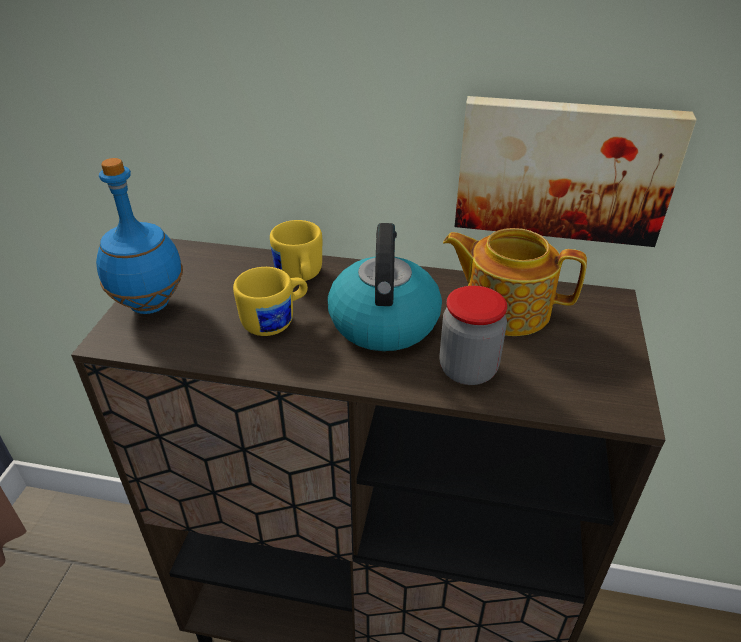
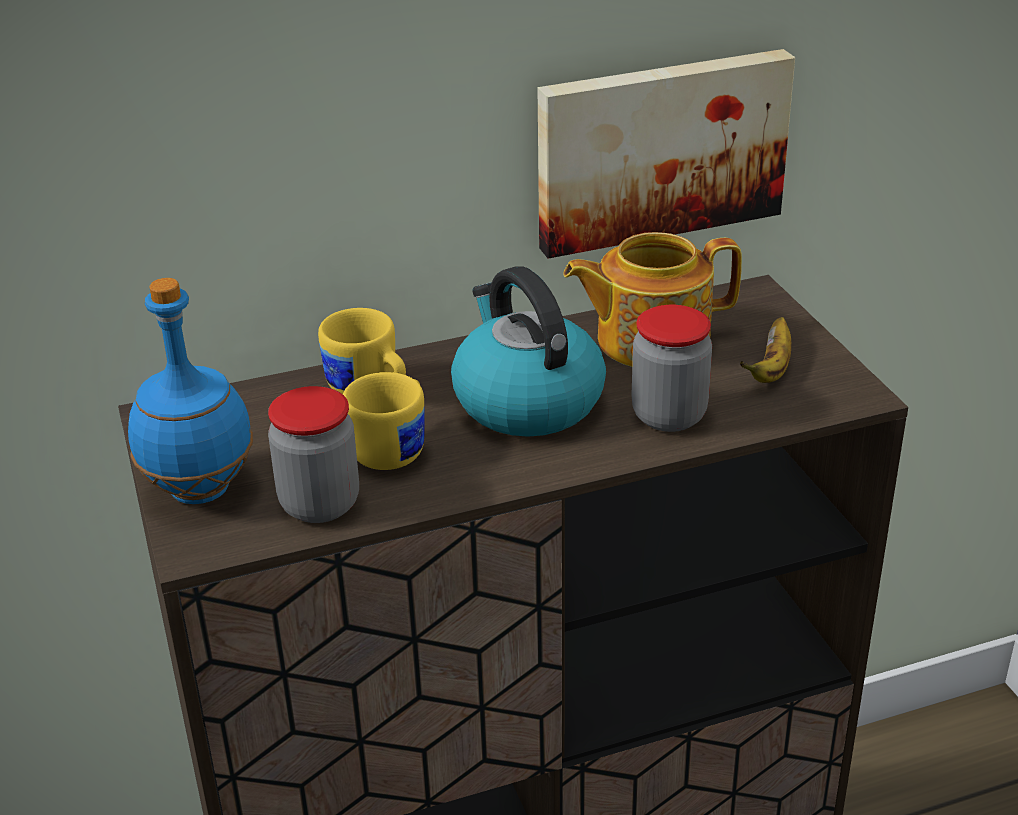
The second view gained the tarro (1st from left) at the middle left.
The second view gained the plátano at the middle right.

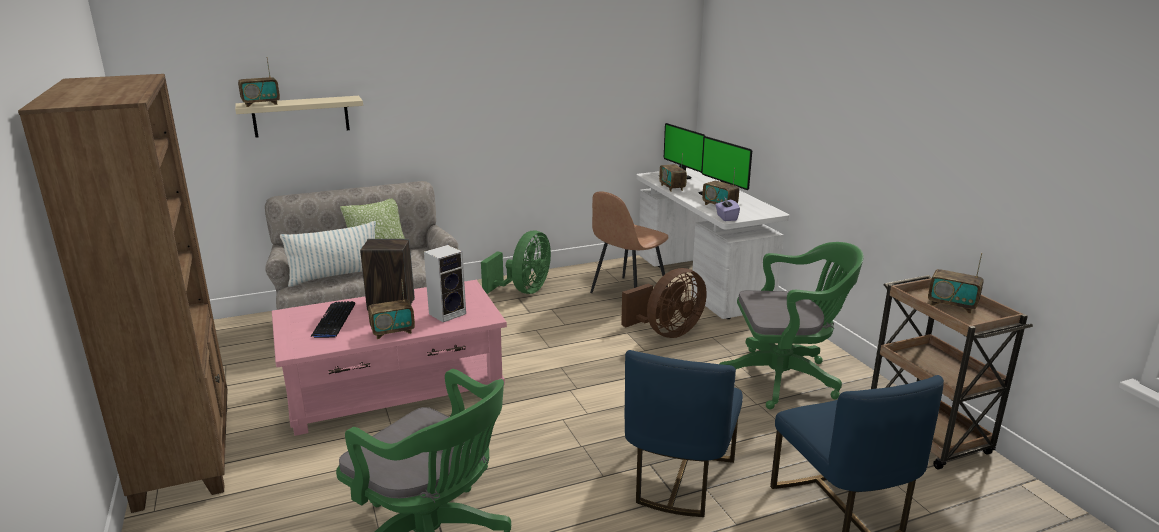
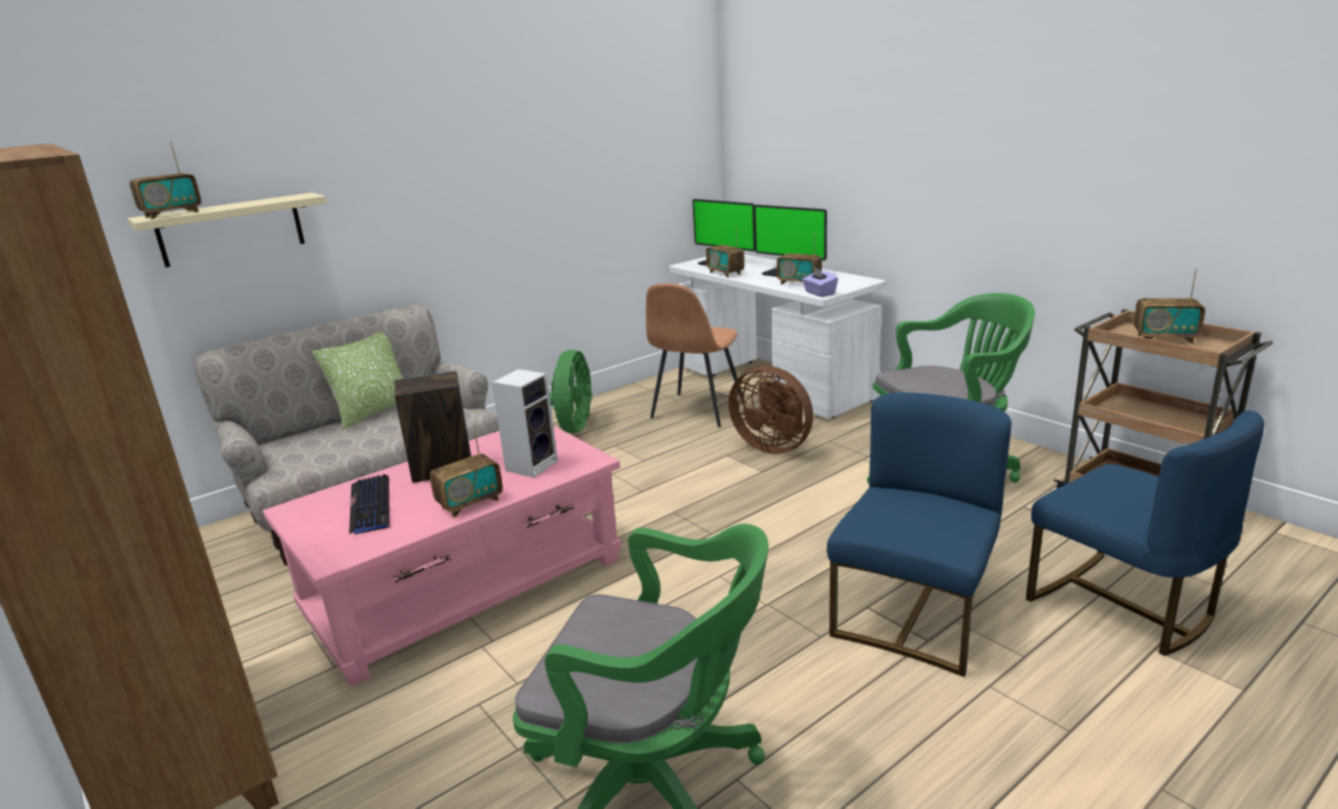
The ventilador (marrón) at the centre ended up facing another way, 90 degrees clockwise from before.
The silla (azul) (1st from left) at the bottom centre ended up facing another way, 150 degrees counterclockwise from before.
The second view lost the cojín (1st from left) at the middle left.

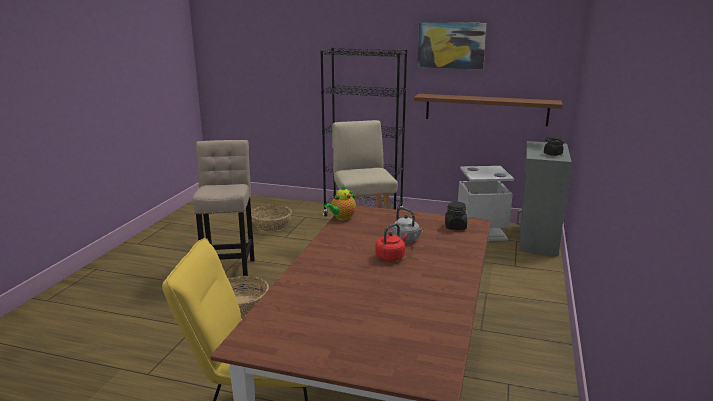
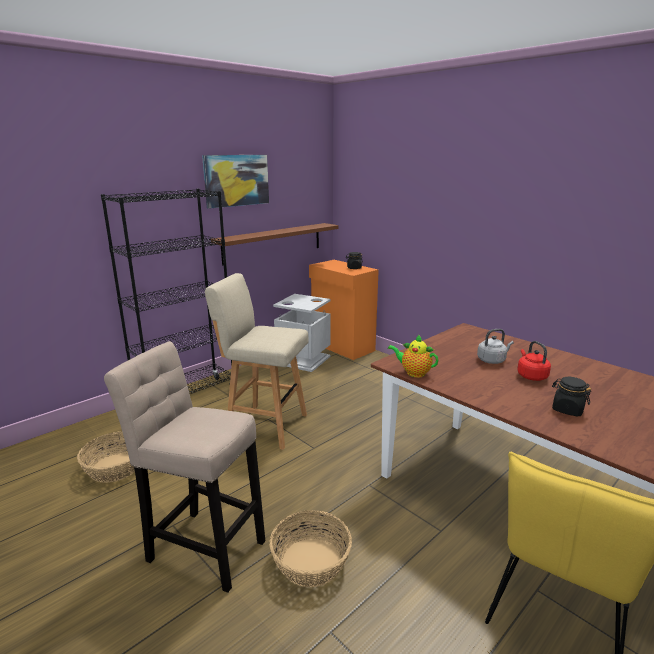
What was the armario (gris) at the middle right turned into the armario (naranja) at the centre.
The tetera at the centre ended up facing another way, 135 degrees clockwise from before.
The tarro (negro) (1st from left in the first image) ended up elsewhere, having gone from the centre to the middle right.

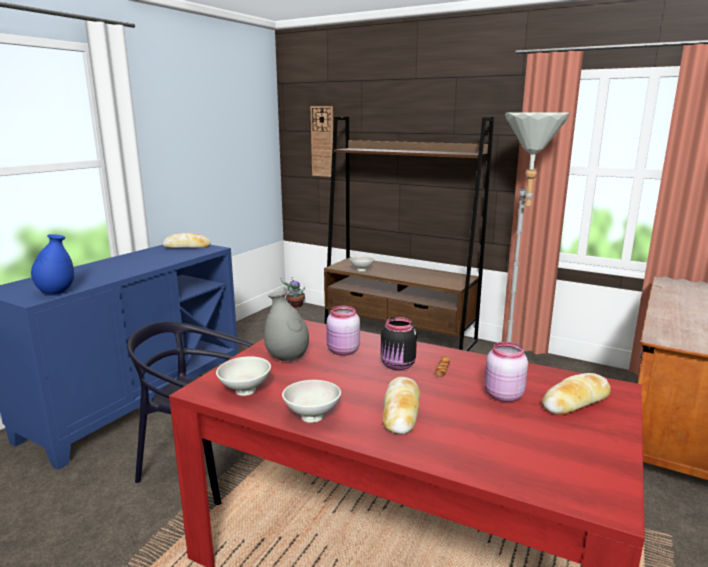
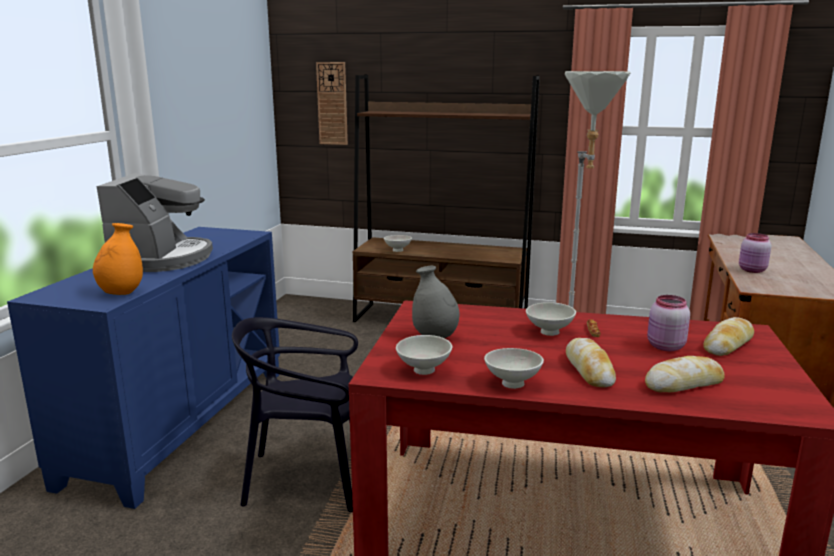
What was the florero (azul) at the middle left turned into the florero (naranja) at the middle left.
The second view gained the cafetera at the middle left.
Where the tarro (negro) stood at the centre, the cuenco (blanco) (4th from left) came to stand at the centre.
The pan (1st from left in the first image) ended up elsewhere, having gone from the middle left to the bottom right.
The tarro (rosa) (1st from left in the first image) ended up elsewhere, having gone from the centre to the middle right.
The second view lost the planta en maceta at the centre.

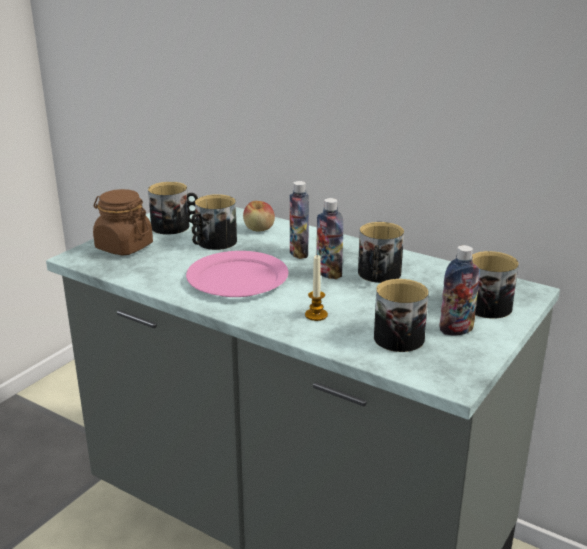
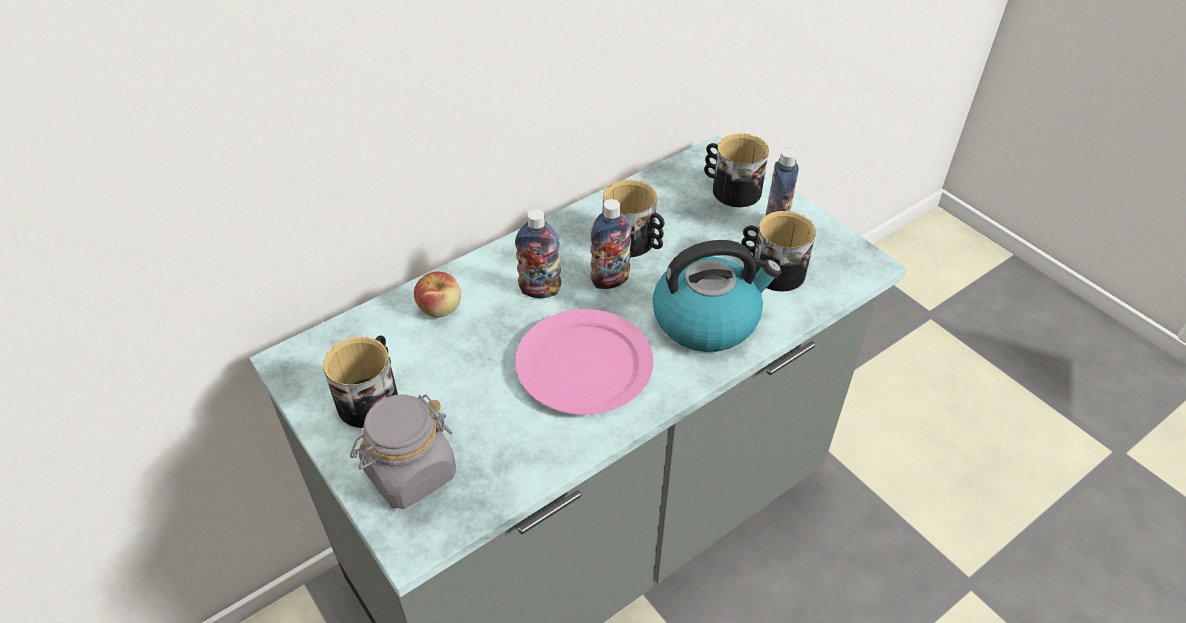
What was the tarro (marrón) at the middle left turned into the tarro (gris) at the bottom centre.
Where the vela stood at the centre, the hervidor came to stand at the centre.
The second view lost the taza grande (2nd from left) at the centre.

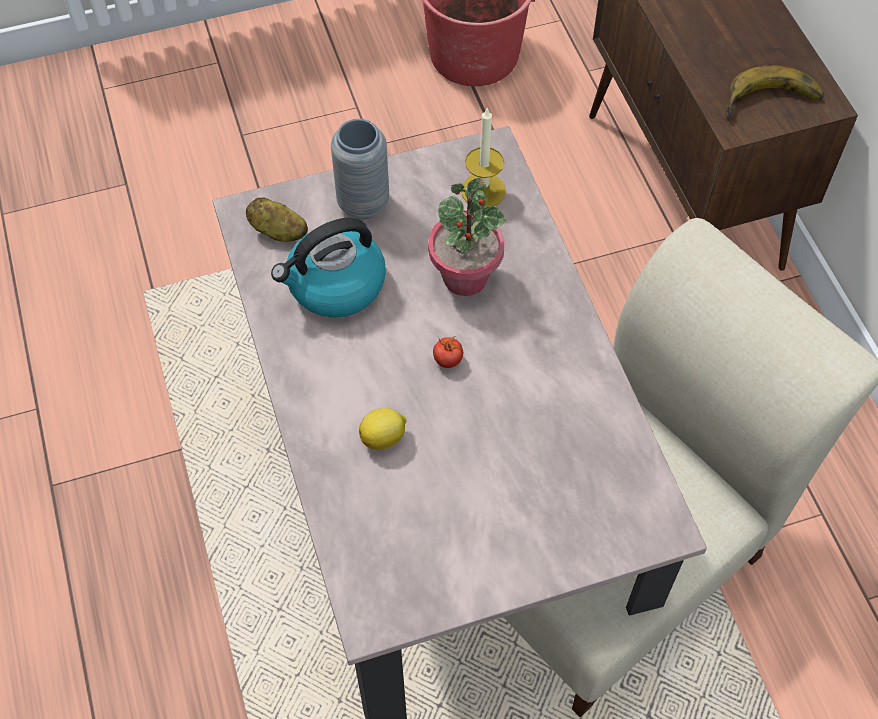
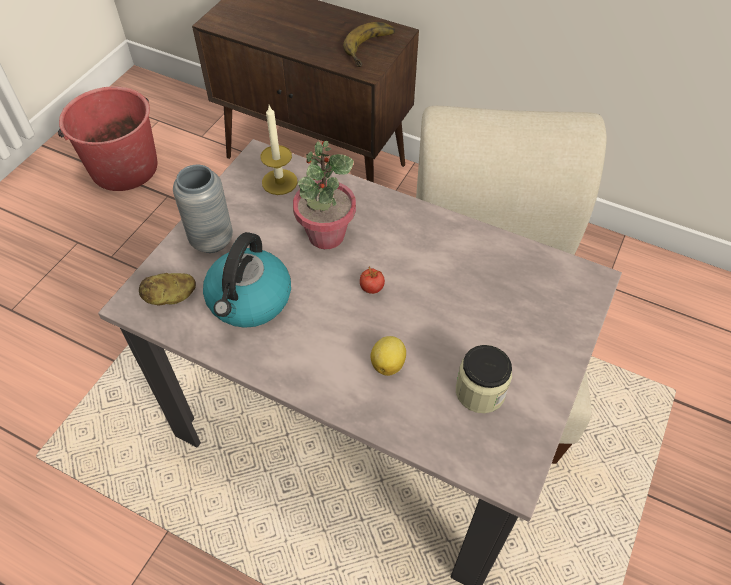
The second view gained the tarro at the centre.

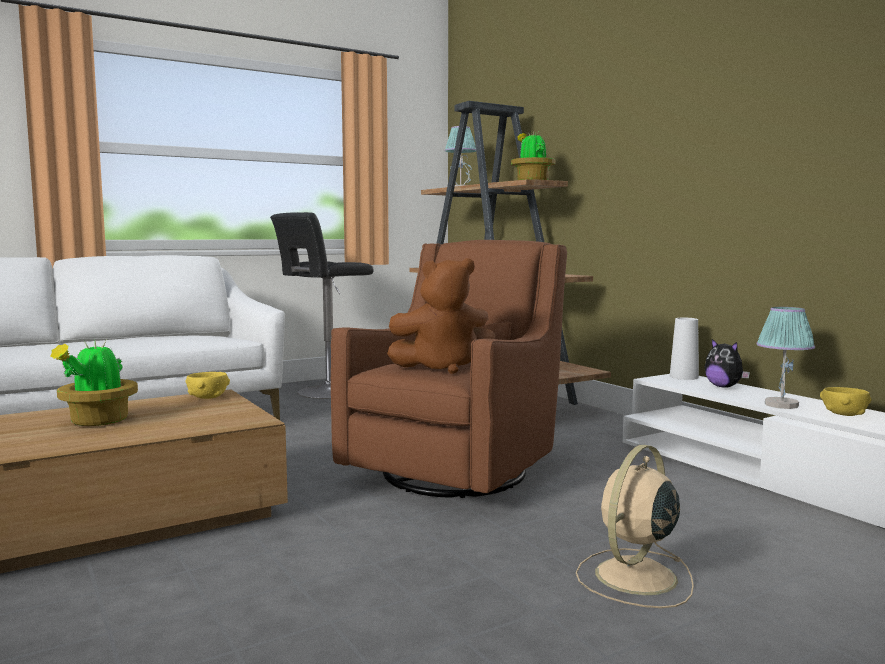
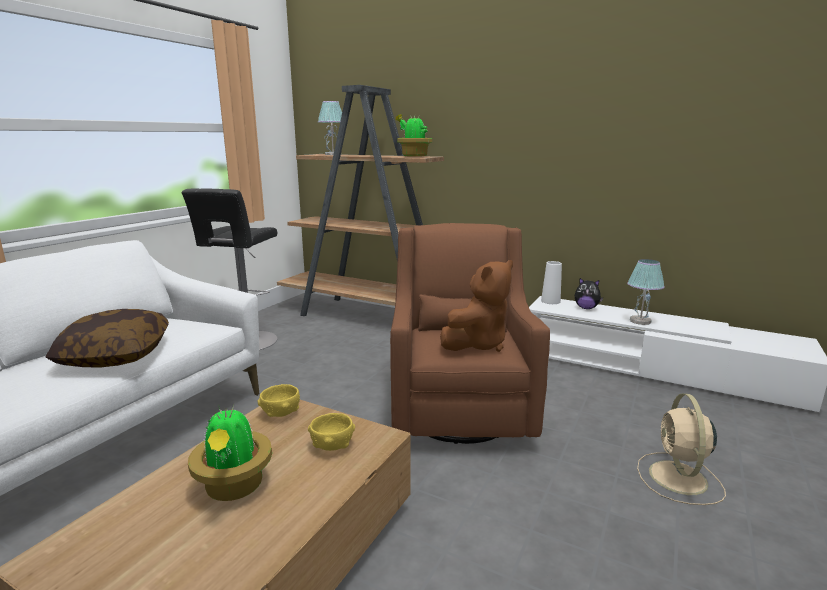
The second view gained the cojín at the middle left.
The cuenco (amarillo) (2nd from left) ended up elsewhere, having gone from the middle right to the bottom centre.

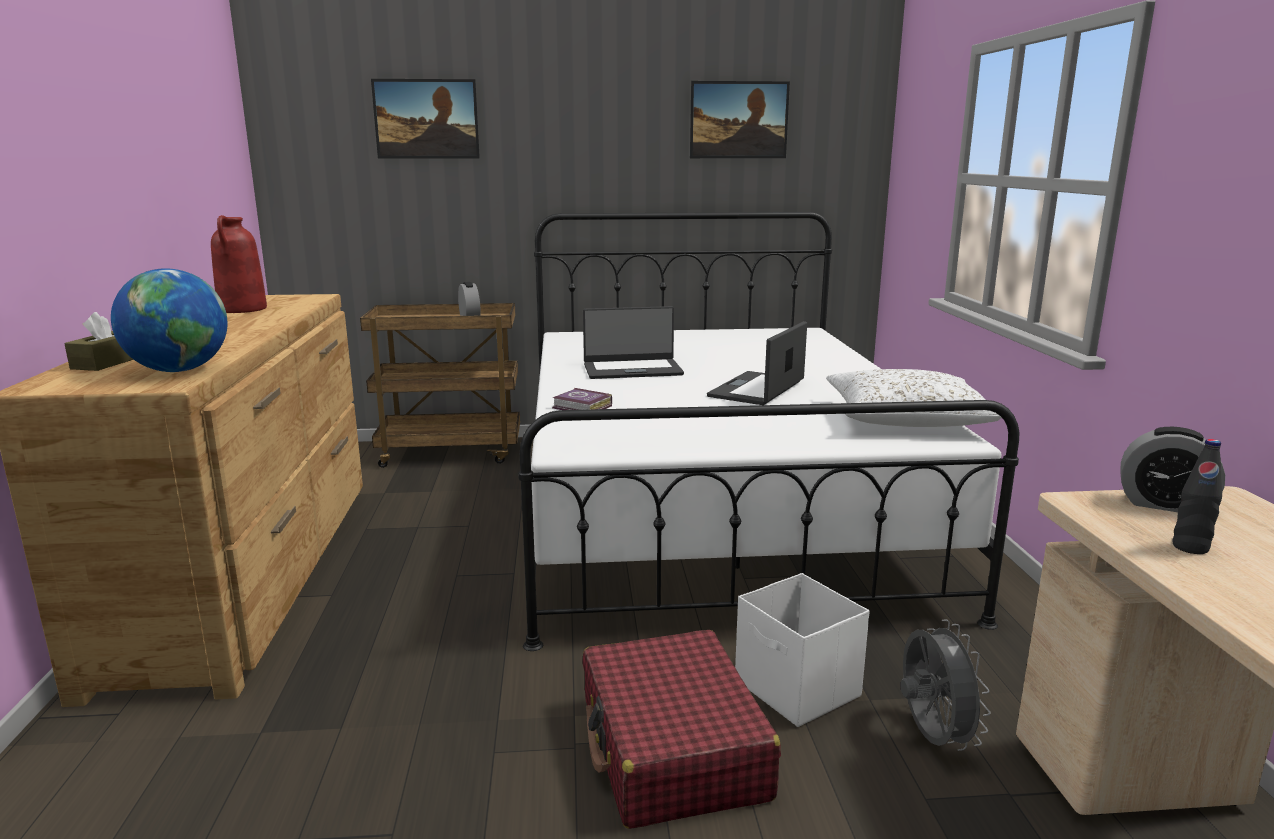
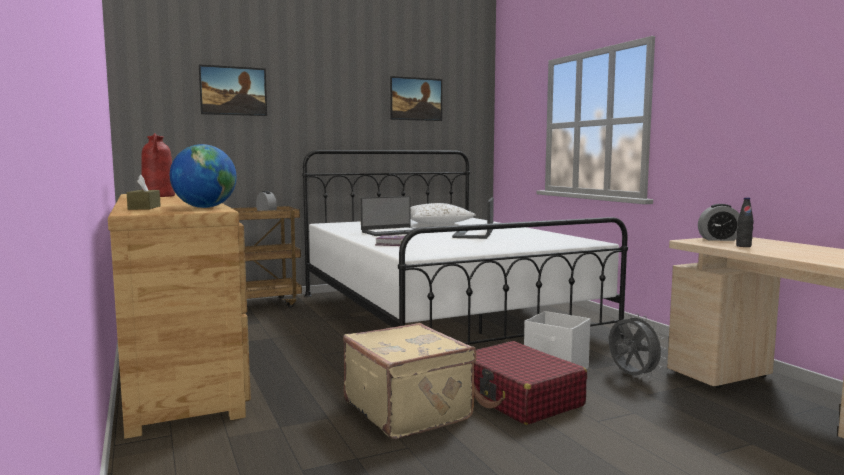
The second view gained the maleta (beis) at the bottom centre.
The cojín (blanco) ended up elsewhere, having gone from the middle right to the centre.

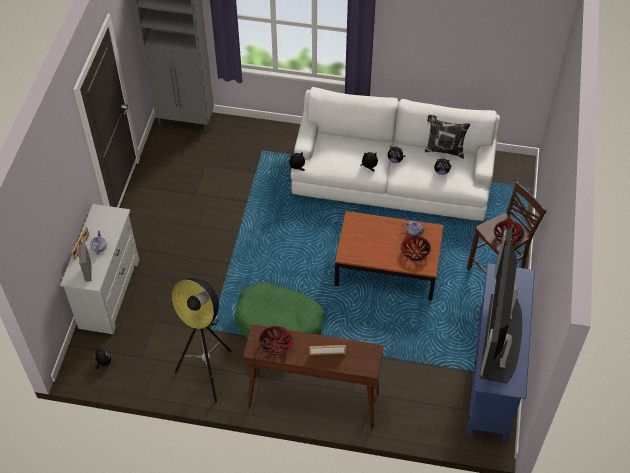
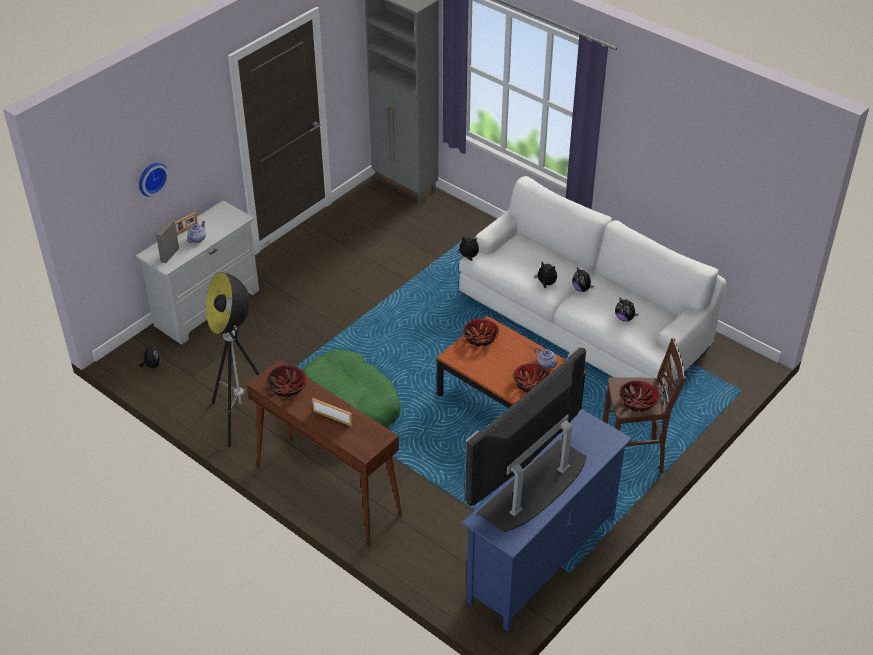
The second view gained the reloj de pared at the top left.
The second view gained the cuenco (2nd from left) at the centre.
The second view lost the cojín at the top right.

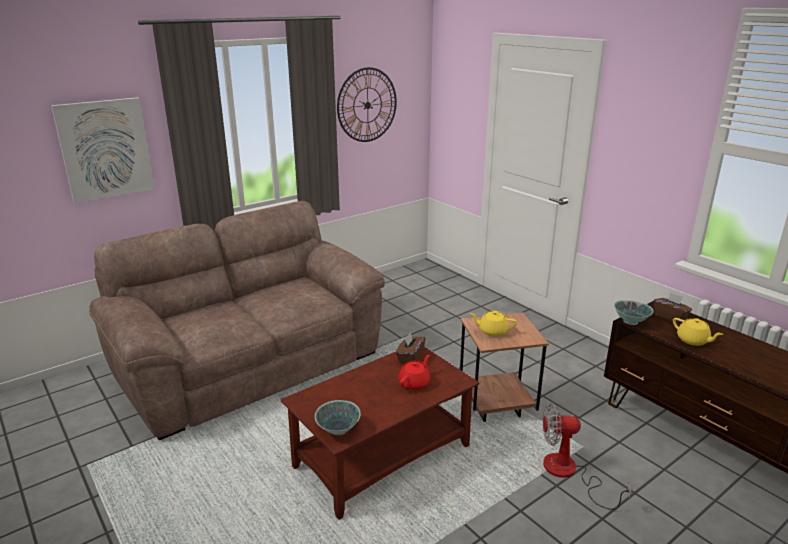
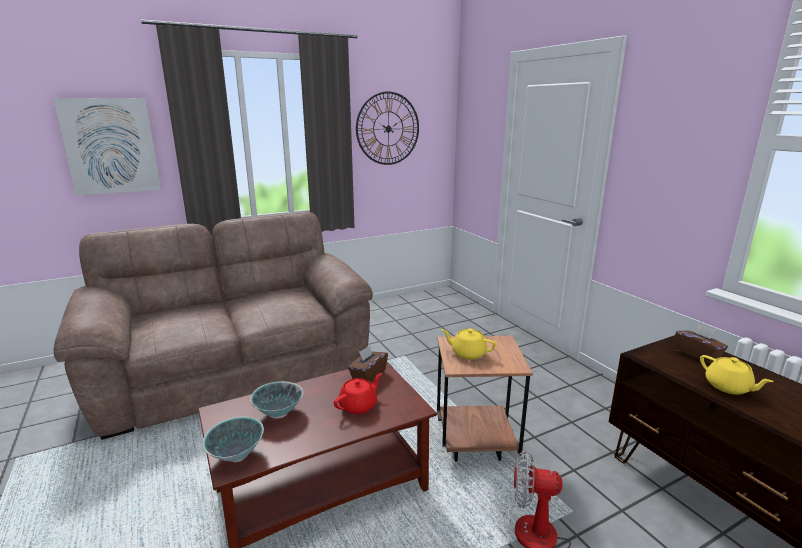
The cuenco (2nd from left) ended up elsewhere, having gone from the middle right to the bottom centre.

